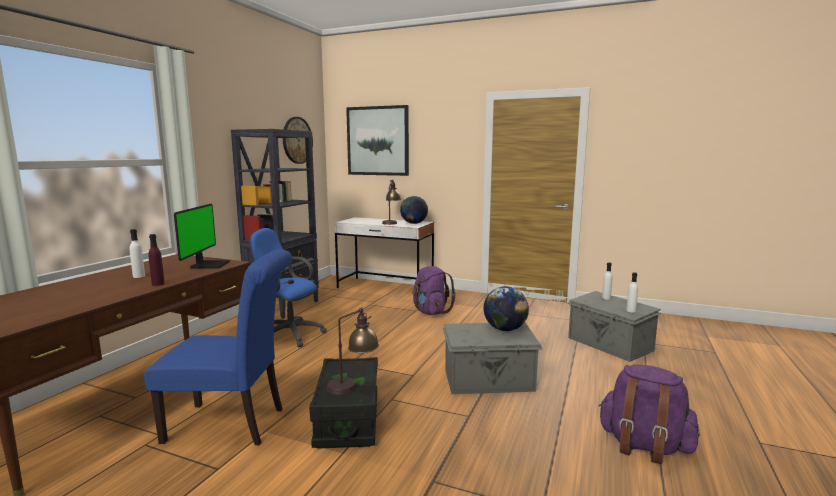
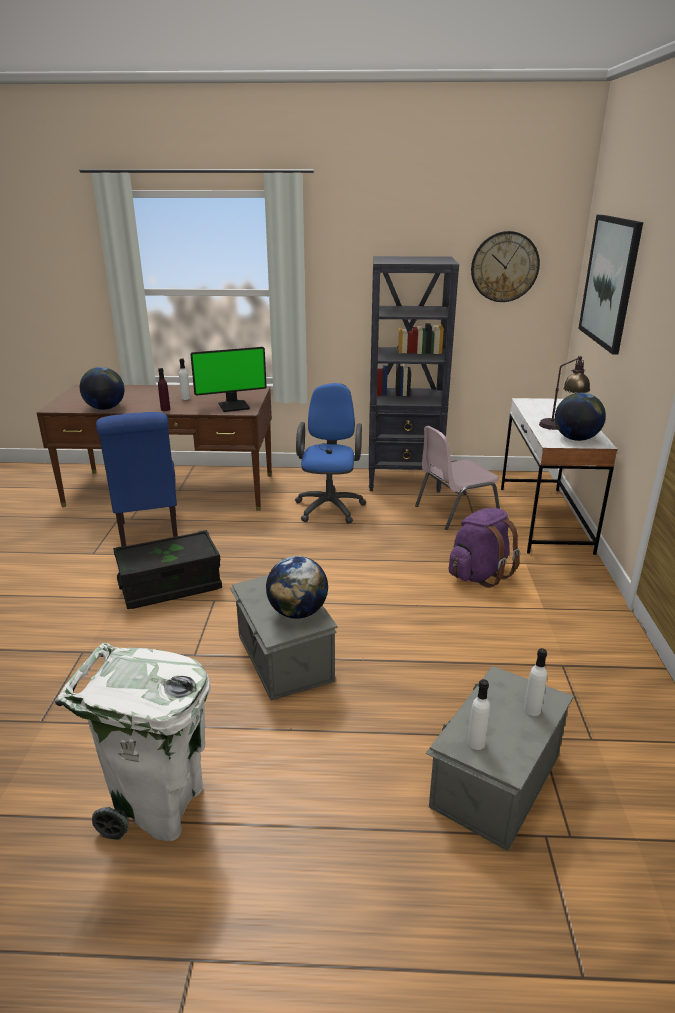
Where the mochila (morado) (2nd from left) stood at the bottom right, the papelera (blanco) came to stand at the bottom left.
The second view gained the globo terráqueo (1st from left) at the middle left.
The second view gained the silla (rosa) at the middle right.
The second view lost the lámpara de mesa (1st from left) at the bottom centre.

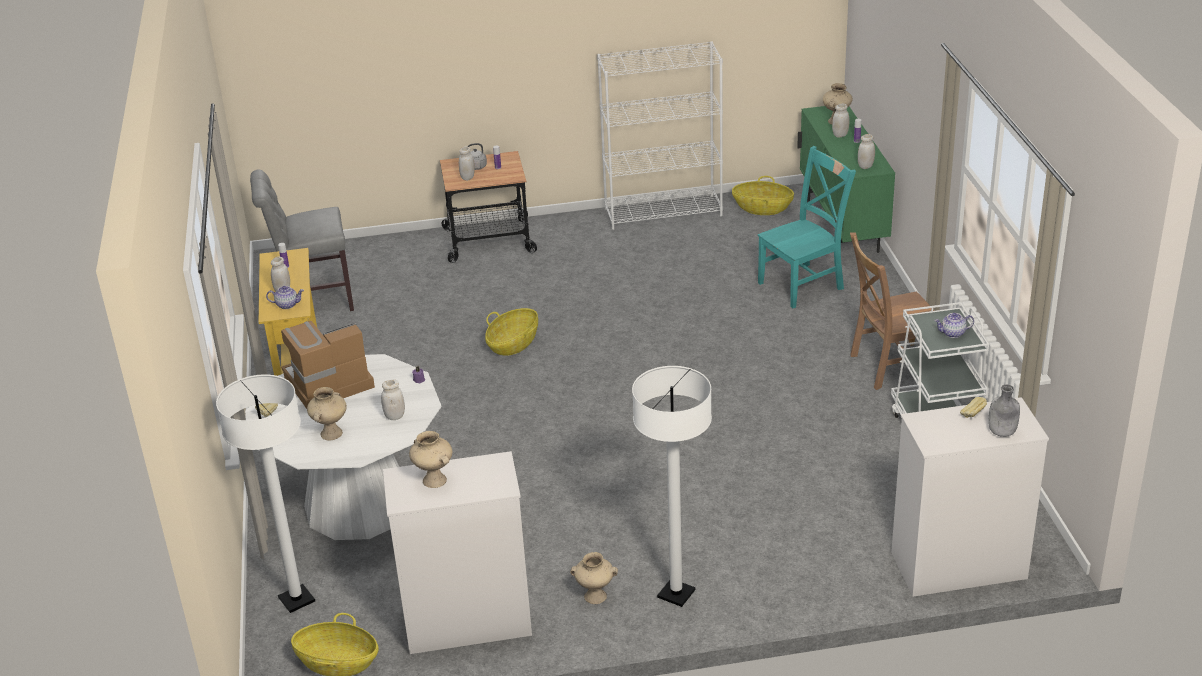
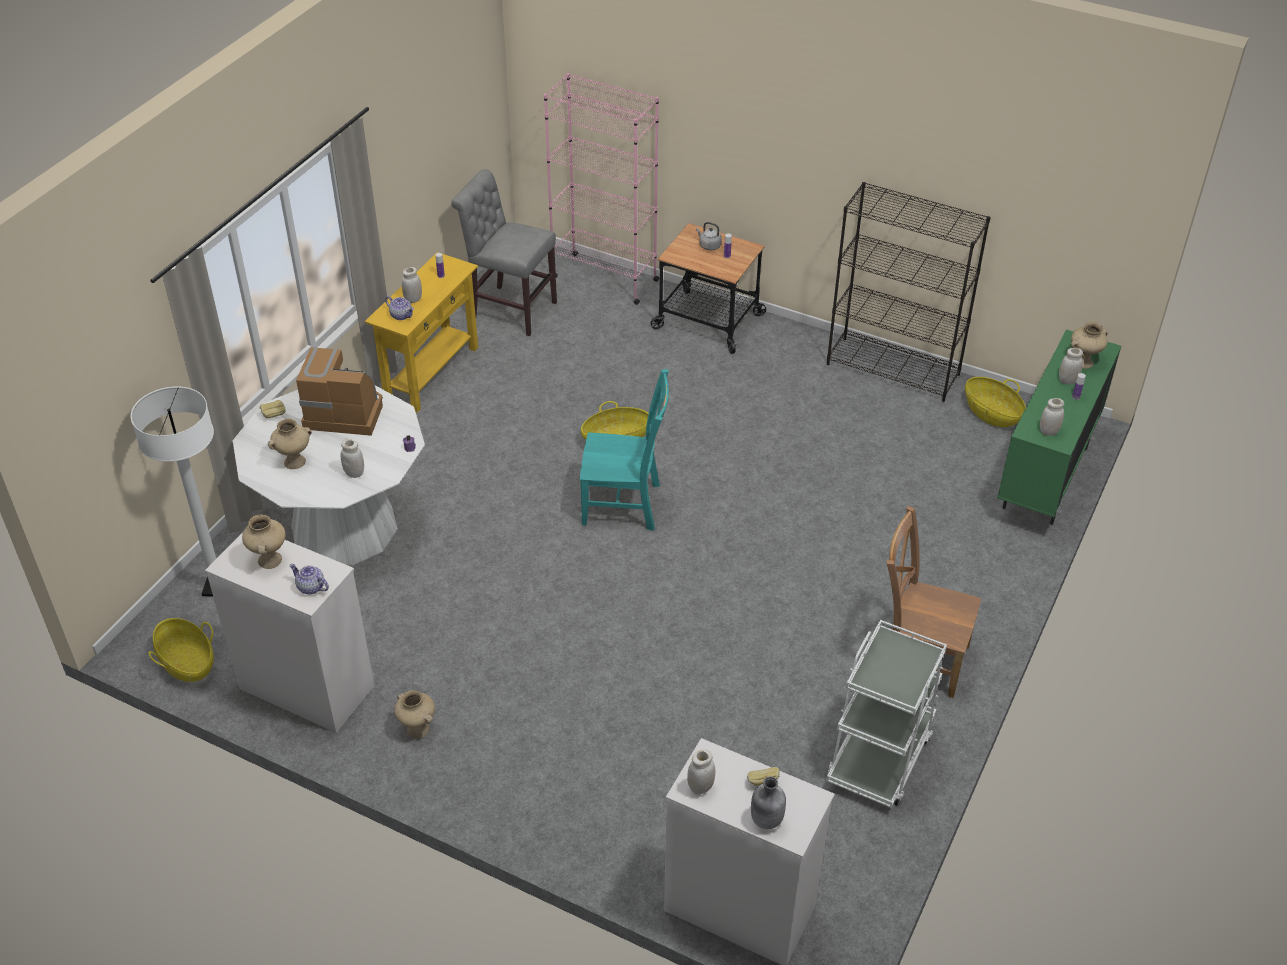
The tetera (2nd from left in the first image) ended up elsewhere, having gone from the middle right to the middle left.
The second view gained the estantería (rosa) at the top centre.
The silla (turquesa) ended up elsewhere, having gone from the middle right to the centre.
The tarro (blanco) (3rd from left) ended up elsewhere, having gone from the top centre to the bottom centre.
What was the estantería (blanco) at the top centre turned into the estantería (negro) at the top right.
The second view lost the lámpara de pie (blanco) (2nd from left) at the bottom centre.

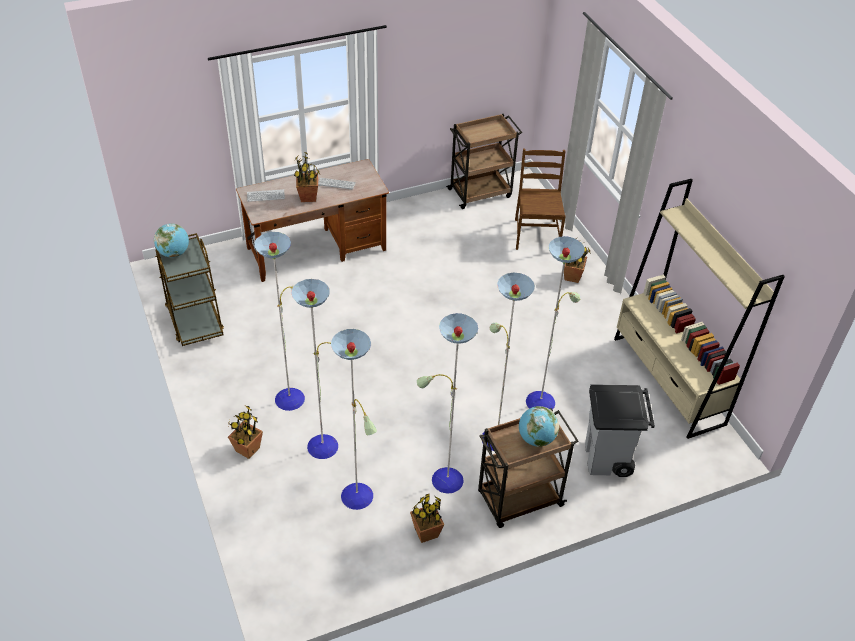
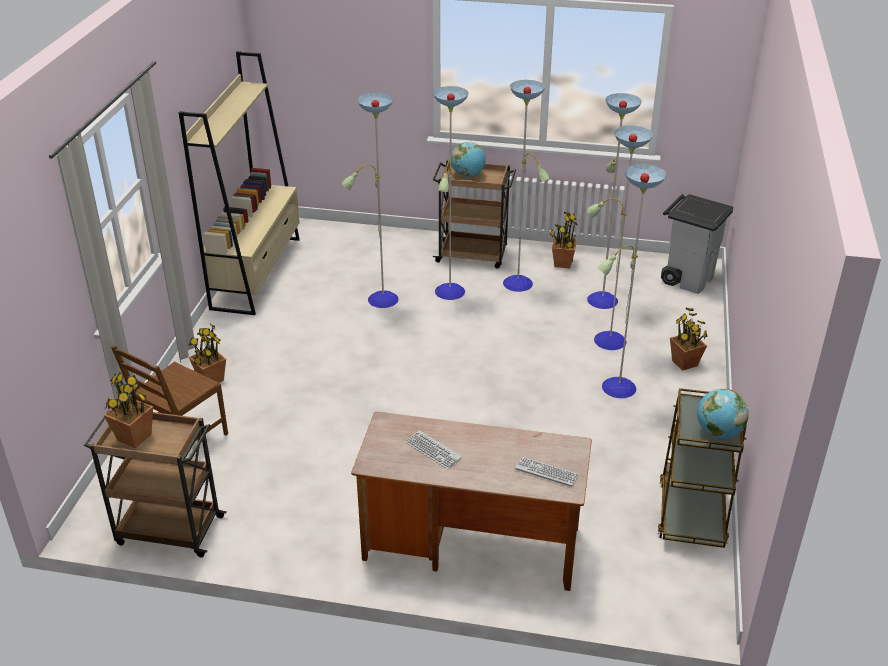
The planta en maceta (2nd from left in the first image) ended up elsewhere, having gone from the top centre to the middle left.
The papelera (gris) ended up elsewhere, having gone from the bottom right to the middle right.

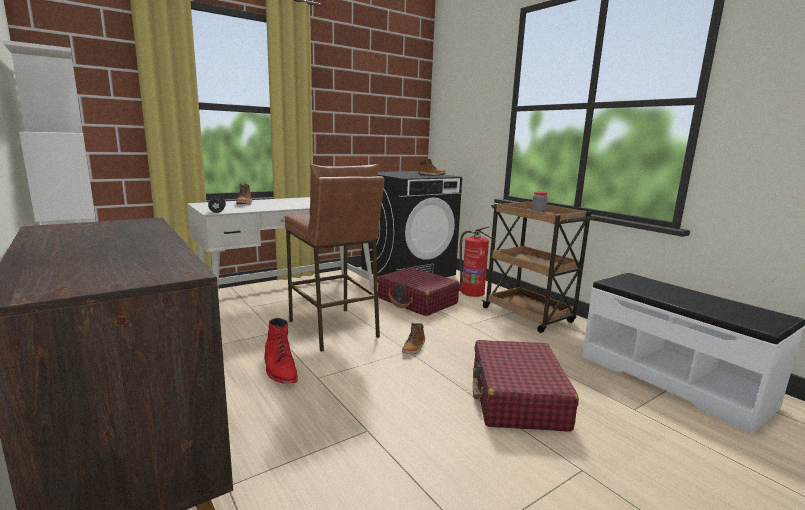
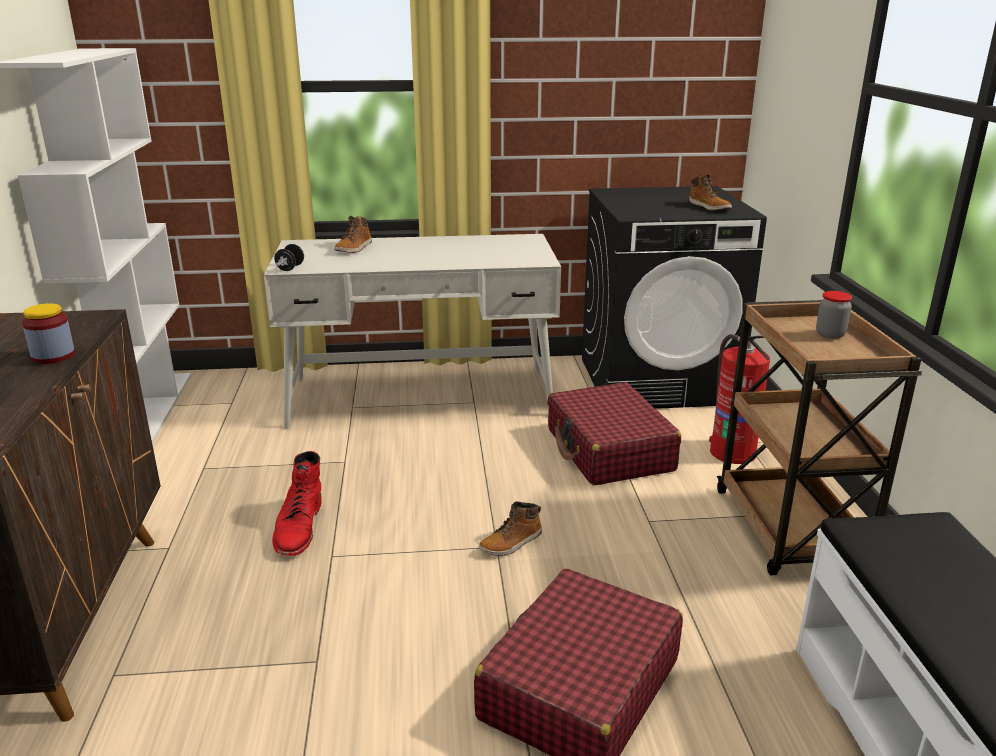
The second view gained the tarro (1st from left) at the middle left.
The second view lost the taburete (marrón) at the centre.

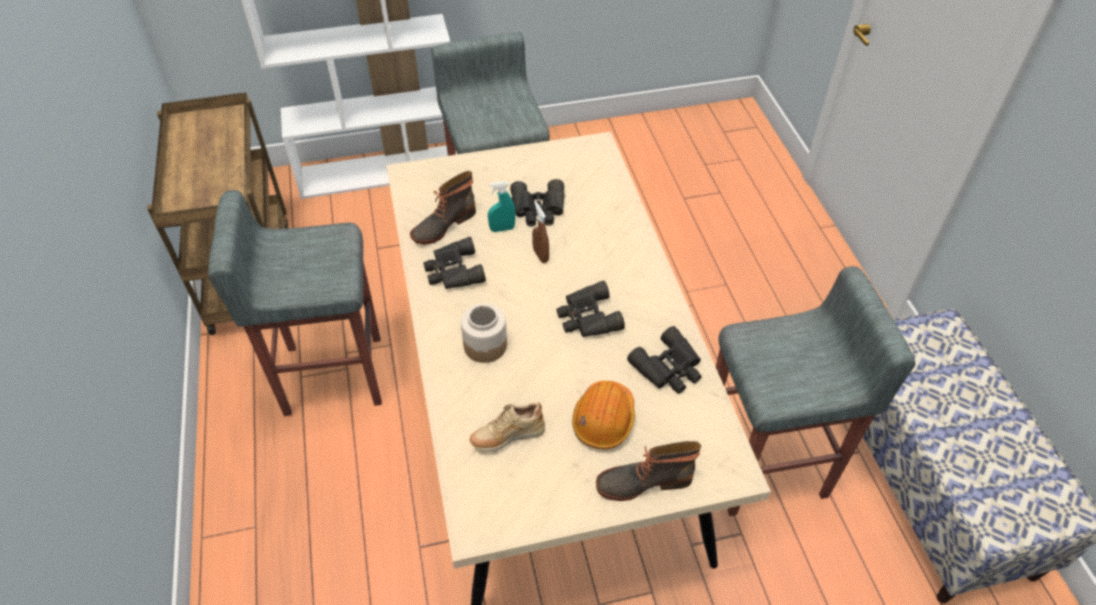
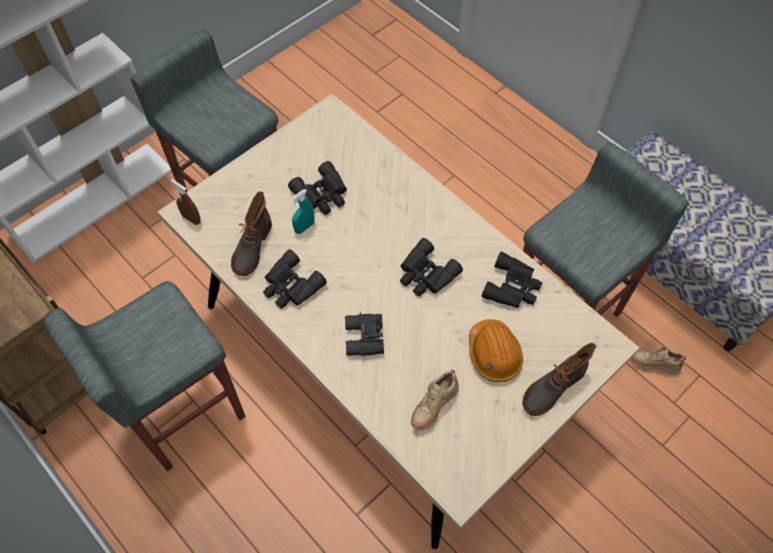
The pulverizador (marrón) ended up elsewhere, having gone from the centre to the middle left.
Where the tarro stood at the centre, the prismáticos (negro) (3rd from left) came to stand at the centre.
The second view gained the zapato (beis) (2nd from left) at the middle right.

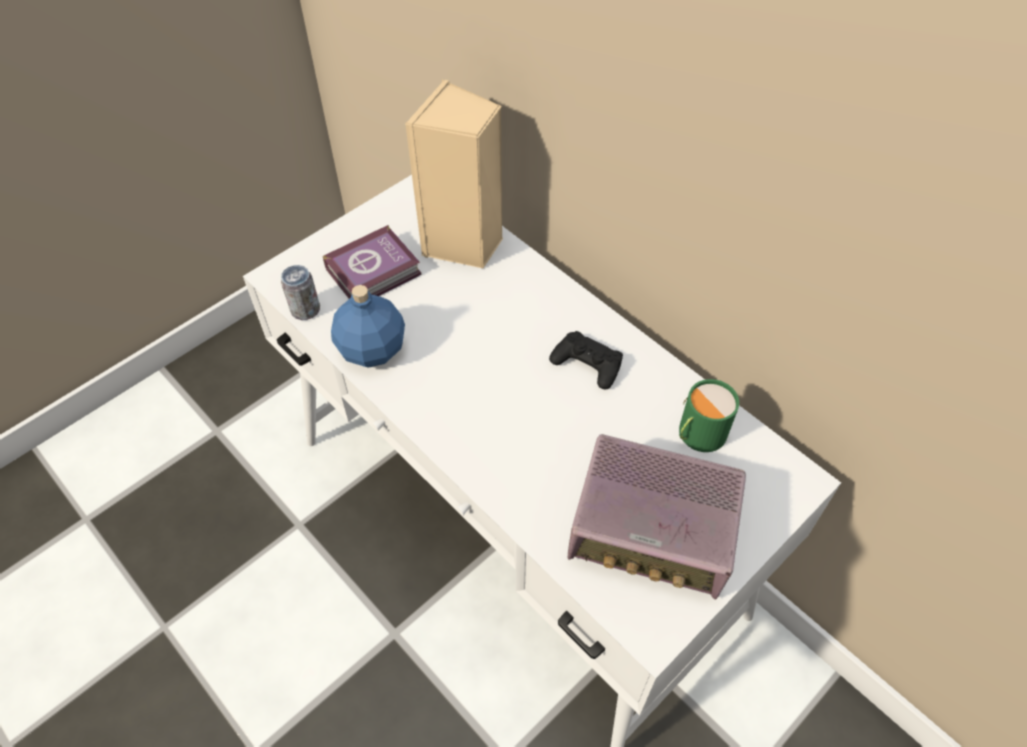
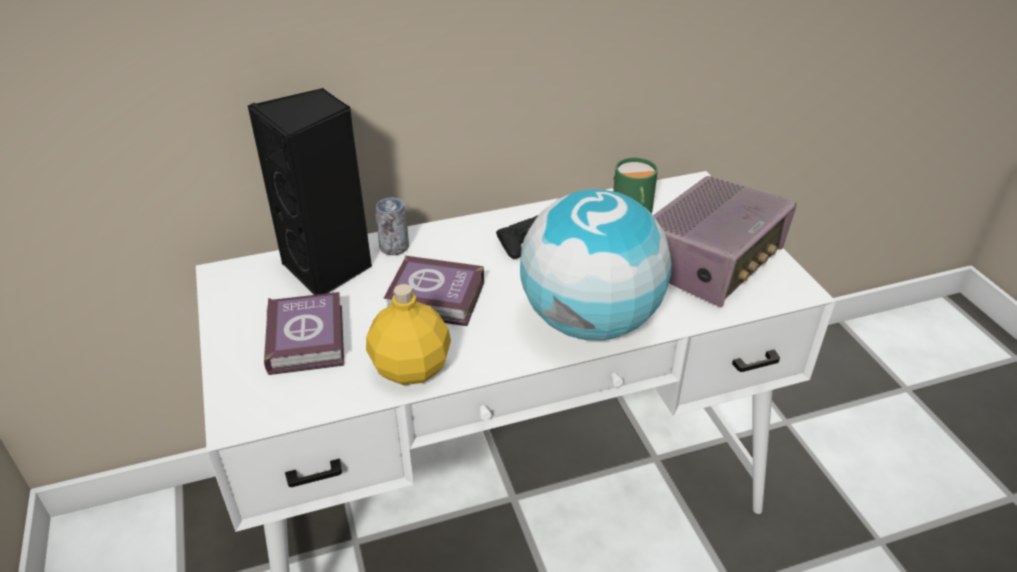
What was the altavoz (beis) at the top centre turned into the altavoz (negro) at the middle left.
What was the botella (azul) at the centre turned into the botella (amarillo) at the centre.
The lata ended up elsewhere, having gone from the middle left to the centre.
The second view gained the libro (2nd from left) at the centre.
The second view gained the globo terráqueo at the centre.

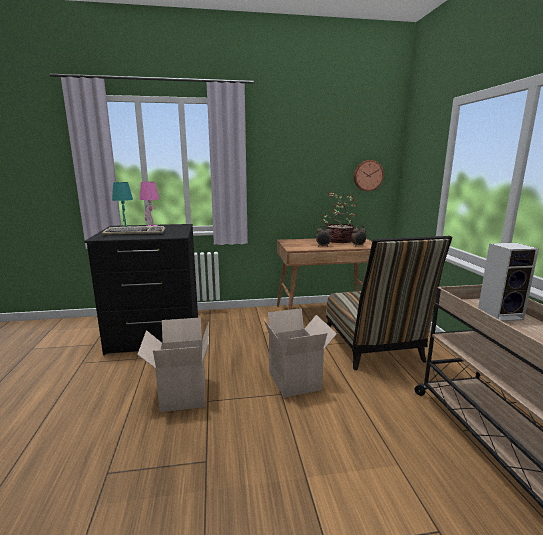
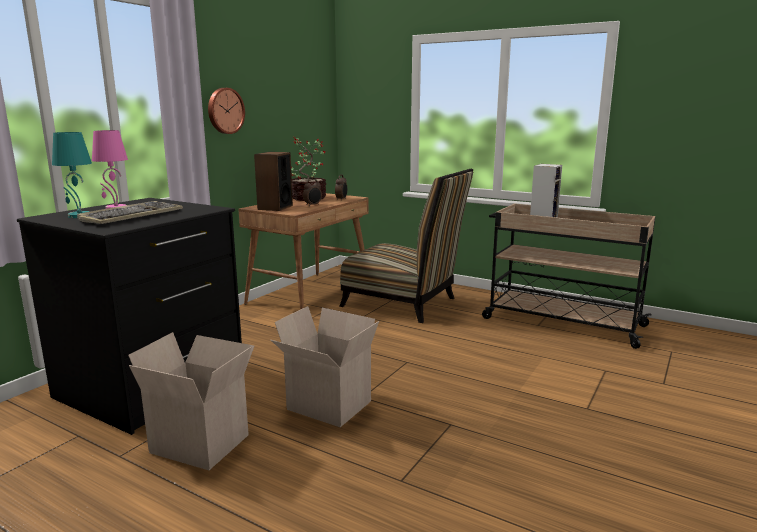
The caja de cartón (2nd from left in the first image) ended up elsewhere, having gone from the centre to the bottom left.
The reloj de pared ended up elsewhere, having gone from the top right to the top left.
The second view gained the altavoz (1st from left) at the centre.

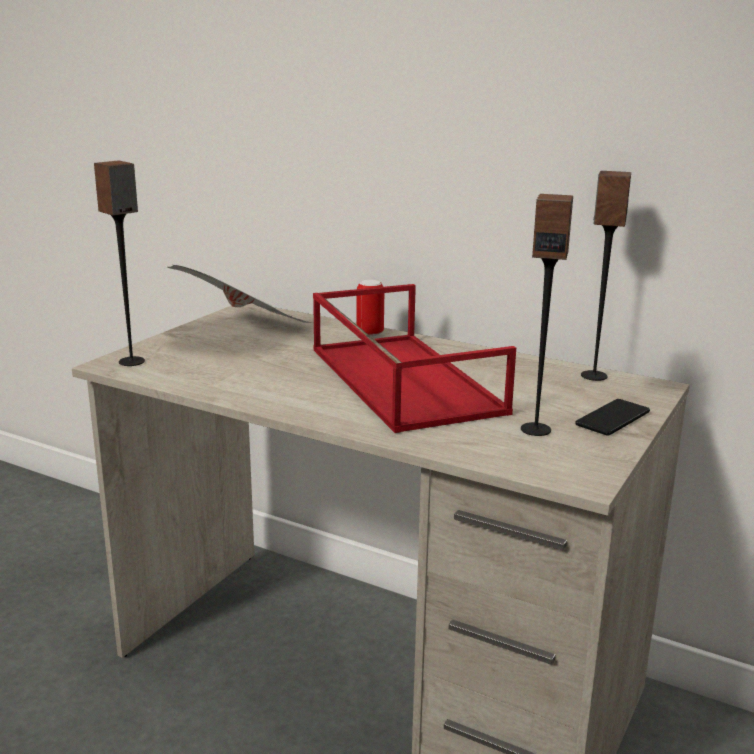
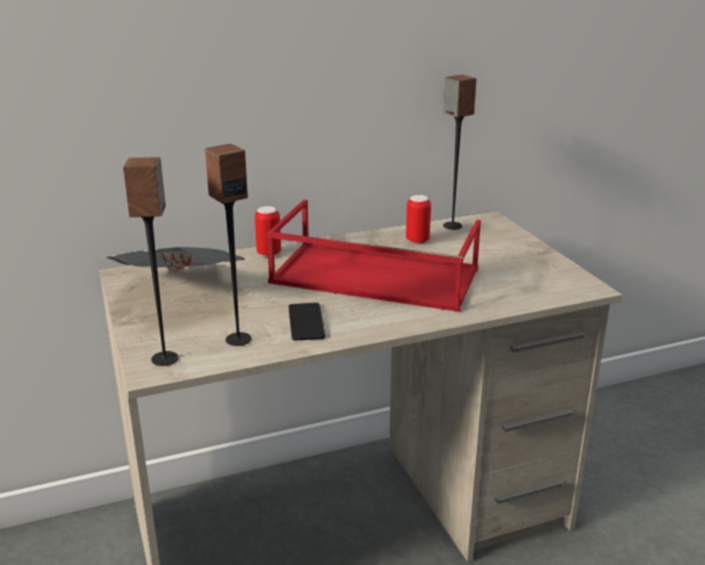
The altavoz (2nd from left) ended up elsewhere, having gone from the middle right to the middle left.
The móvil ended up elsewhere, having gone from the middle right to the centre.
The second view gained the lata (2nd from left) at the centre.

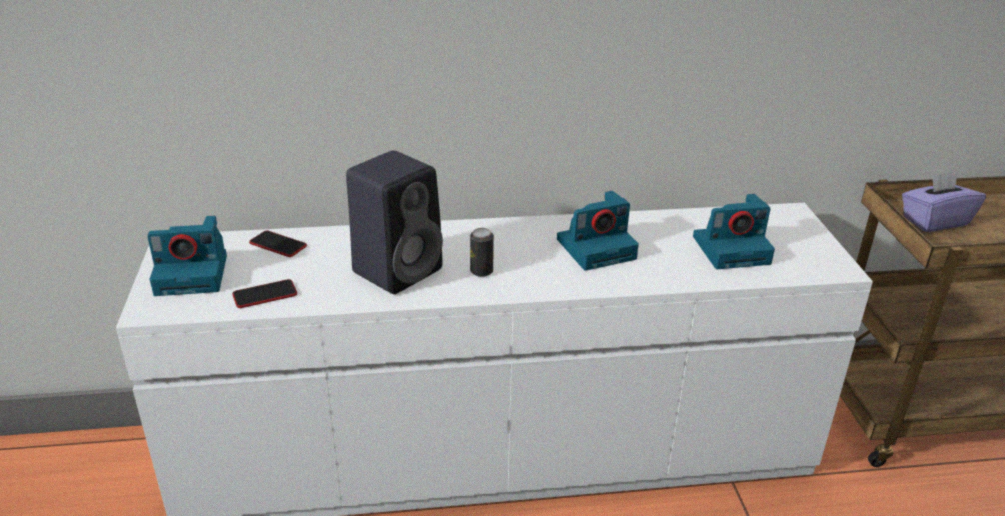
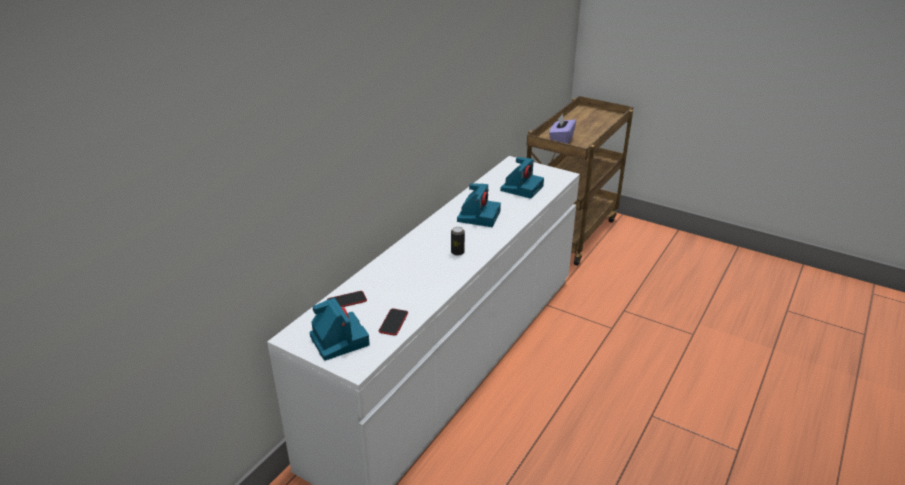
The cámara (1st from left) at the middle left ended up facing another way, 60 degrees counterclockwise from before.
The second view lost the altavoz (negro) at the centre.

